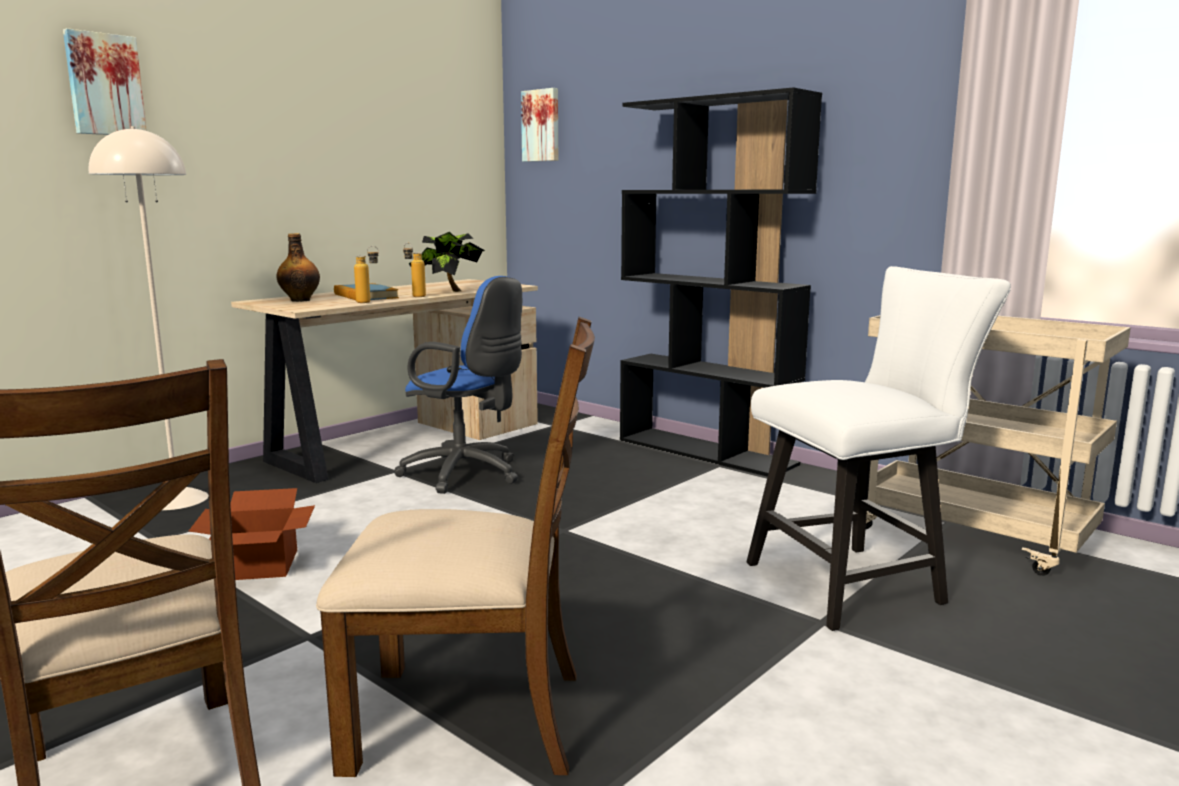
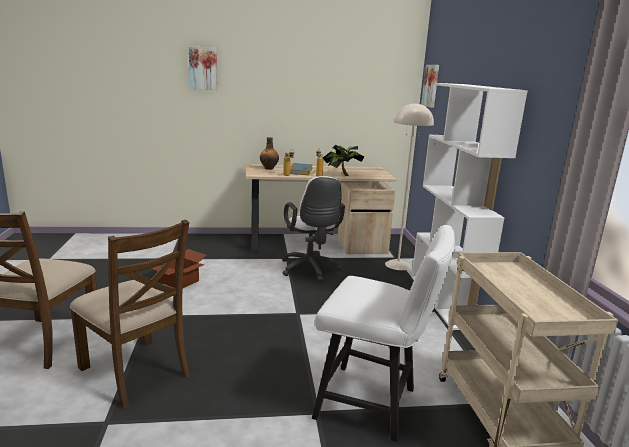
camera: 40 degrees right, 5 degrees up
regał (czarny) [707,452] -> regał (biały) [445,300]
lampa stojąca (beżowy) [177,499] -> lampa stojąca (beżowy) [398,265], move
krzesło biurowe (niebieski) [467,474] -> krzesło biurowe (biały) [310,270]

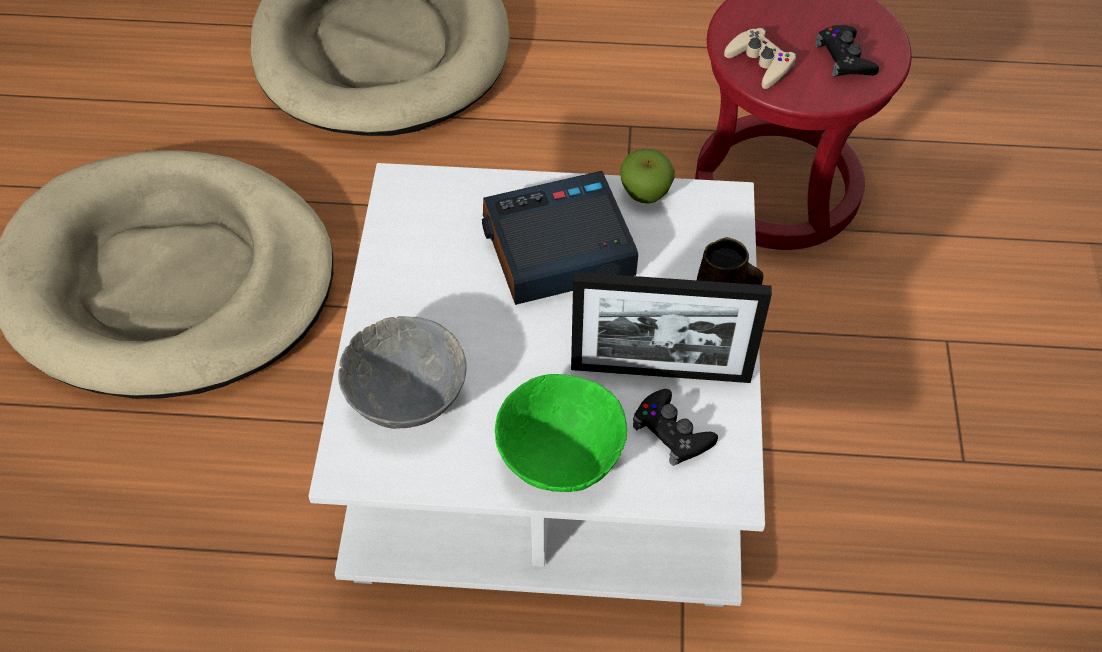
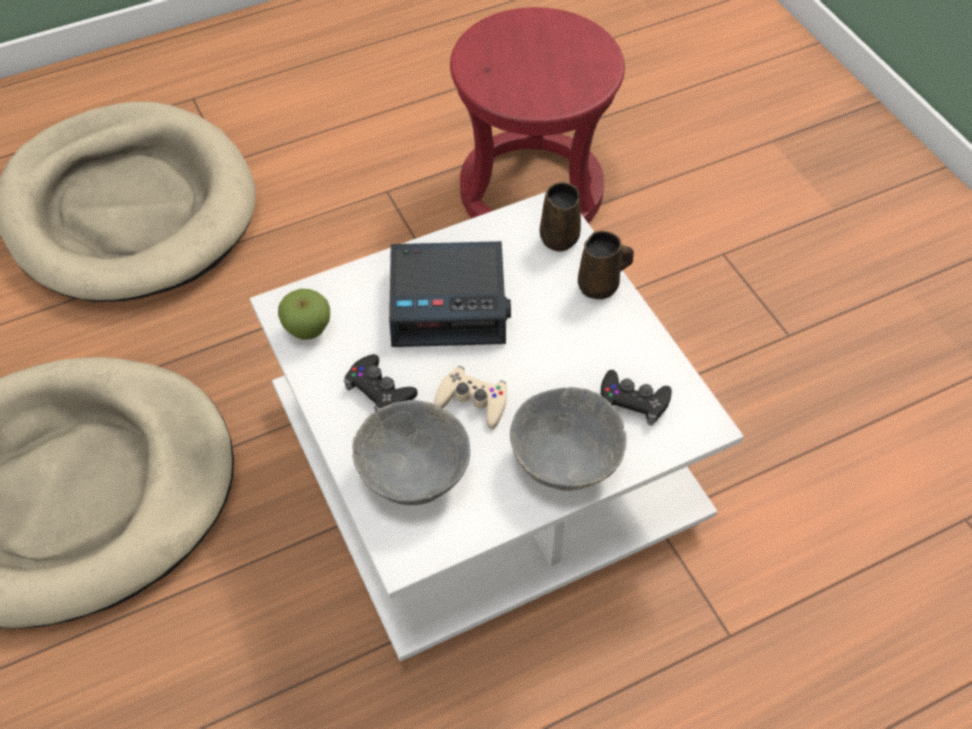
camera: 30 degrees left, 0 degrees up
pad do gier (czarny) [844,58] -> pad do gier (czarny) [379,390], move
pad do gier (beżowy) [760,63] -> pad do gier (beżowy) [472,401], move
jabłko [645,194] -> jabłko [308,330], move
budzik [557,250] -> budzik [449,303], 135 degrees counterclockwise
ramka na zdjęcie [660,372] -> none
miska (zielony) [559,458] -> miska (szary) [565,461]
none -> kubek (brązowy) [560,236]

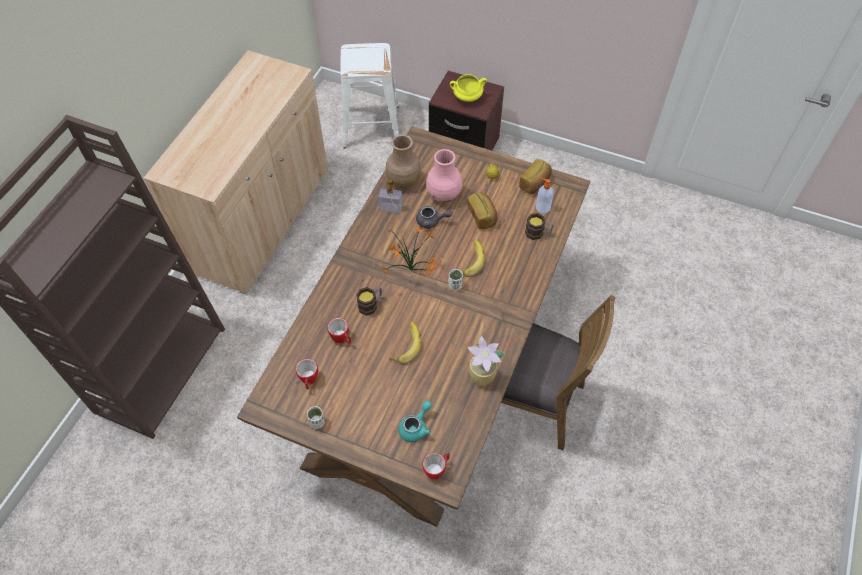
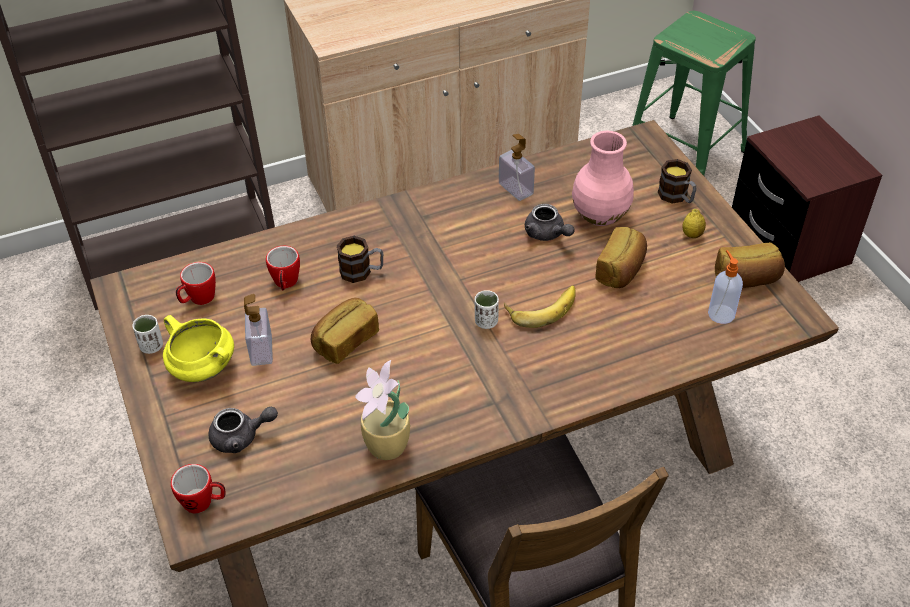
camera: 45 degrees right, 10 degrees down
stołek (biały) [371,125] -> stołek (zielony) [685,153]
garnek (żółty) [467,98] -> garnek (żółty) [201,368], move
wazon (brązowy) [403,180] -> none
kubek [538,233] -> kubek [677,197], move
roślina doniczkowa [412,271] -> none
banan [405,344] -> chleb [345,341]
imbryk (turkusowy) [416,427] -> imbryk (szary) [241,437]
none -> dozownik mydła [261,350]

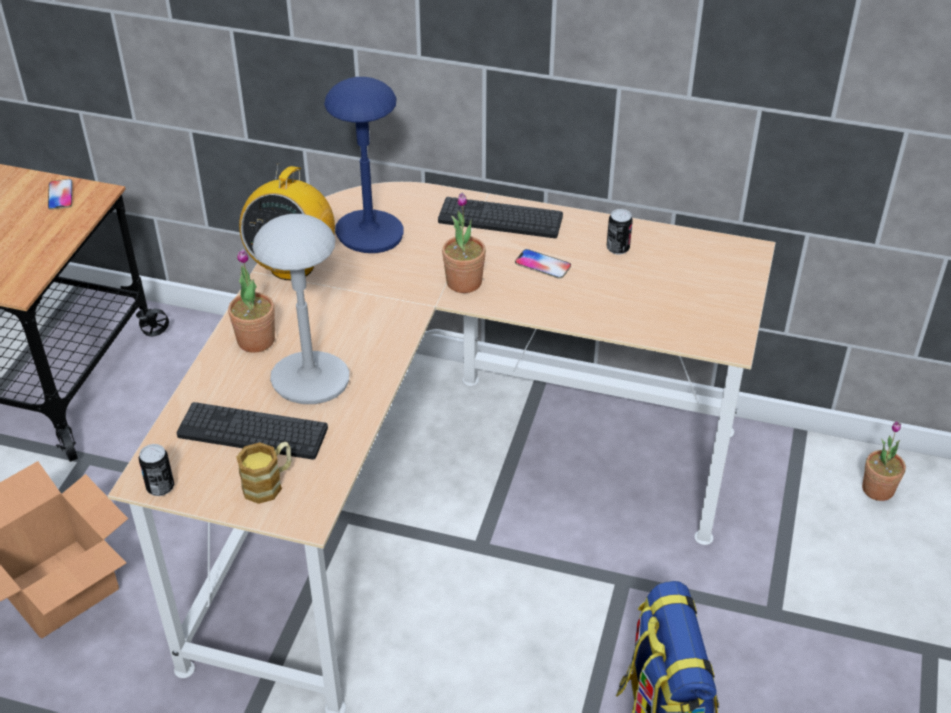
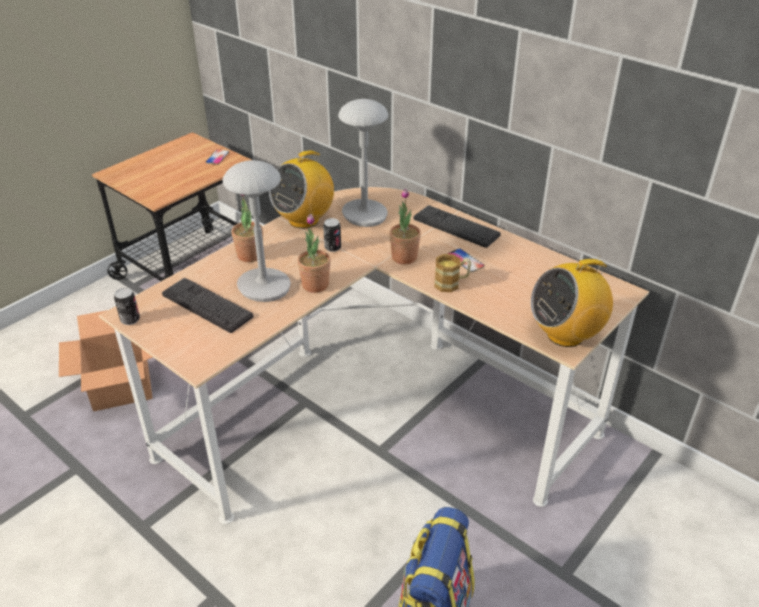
camera: 25 degrees right, 5 degrees down
lampa stołowa (niebieski) [370,234] -> lampa stołowa (szary) [365,215]
puszka [617,248] -> puszka [332,248], move
roślina doniczkowa [878,489] -> roślina doniczkowa [315,285], move
kubek [269,483] -> kubek [452,283], move
none -> radio [565,334]

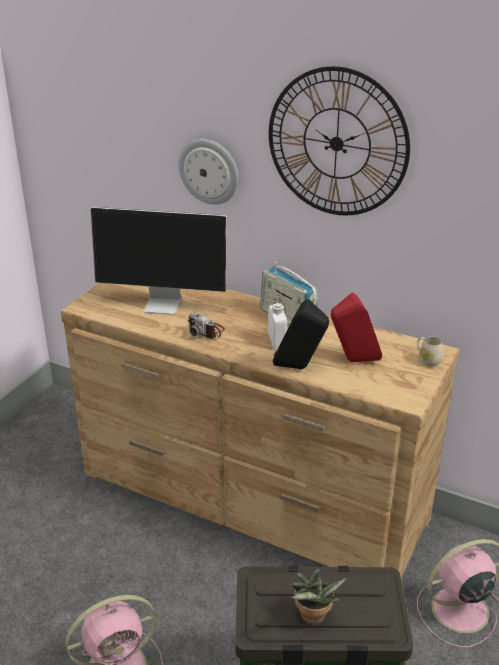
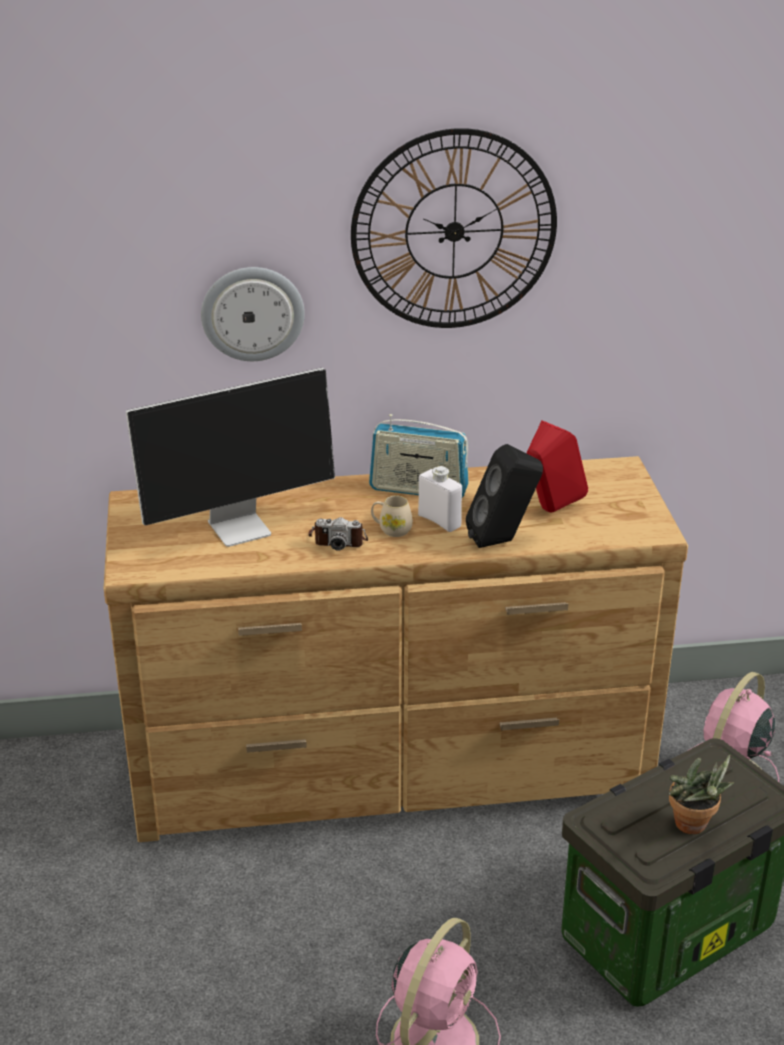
camera: 35 degrees left, 0 degrees up
kubek (beżowy) [427,360] -> kubek (beżowy) [391,529], move

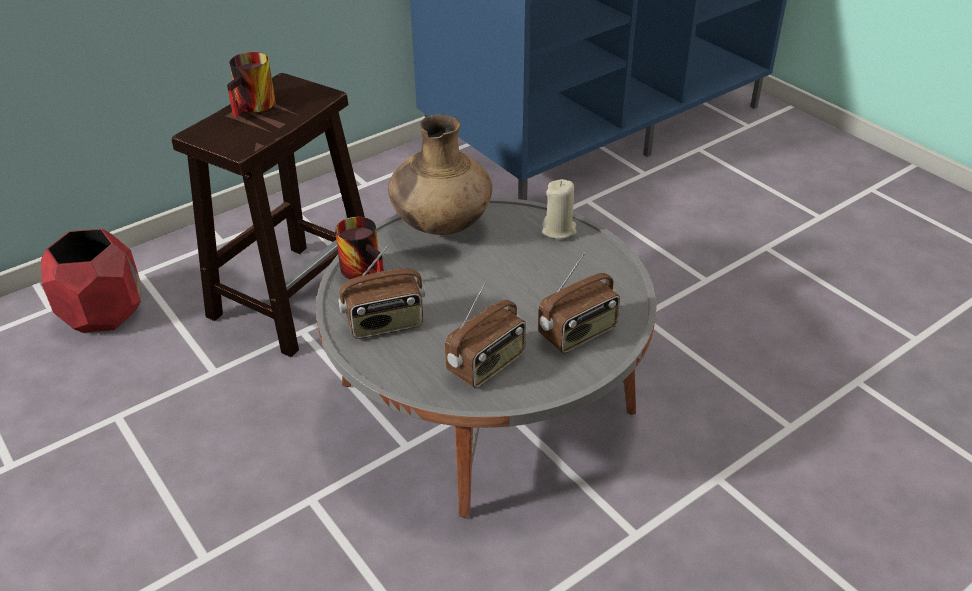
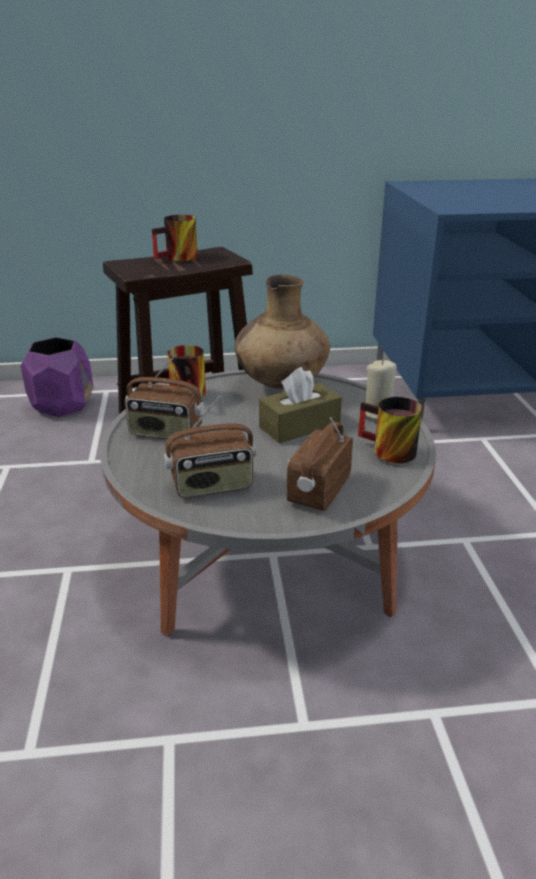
camera: 30 degrees right, 10 degrees down
donica (czerwony) [104,312] -> donica (fioletowy) [63,405]
radio [578,334] -> radio [318,491], 120 degrees clockwise
none -> pudełko chusteczek (brązowy) [299,426]
none -> kubek [386,451]

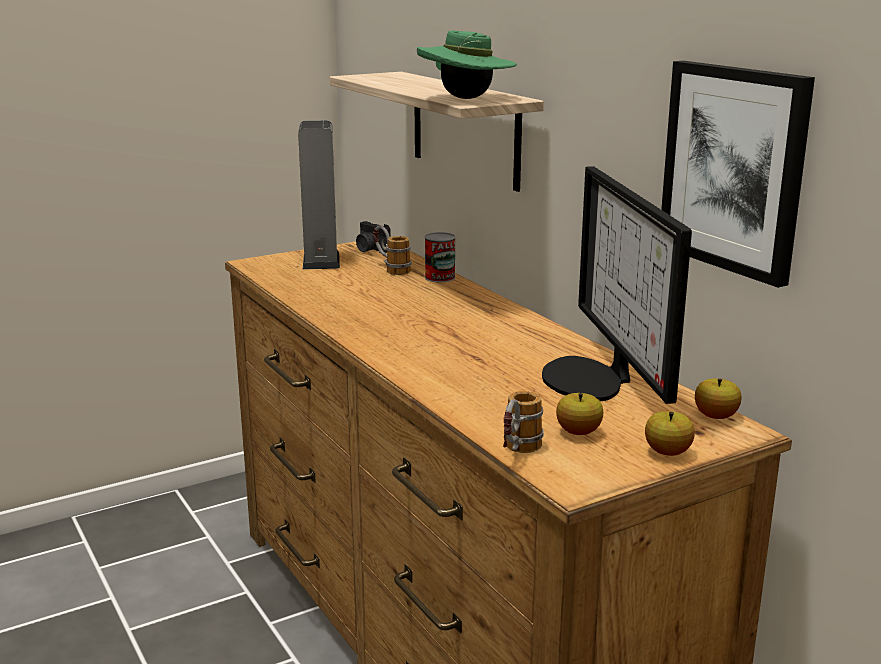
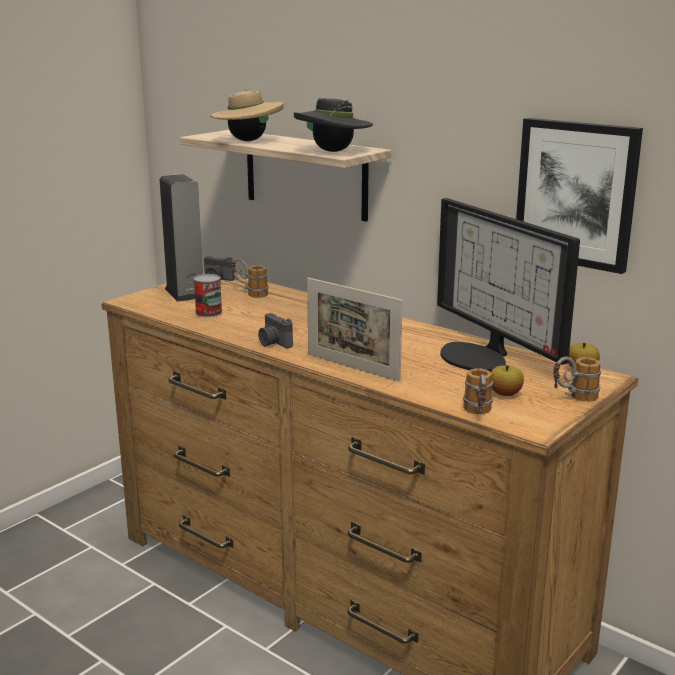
camera: 20 degrees left, 0 degrees up
kapelusz (zielony) [466,98] -> kapelusz (czarny) [333,151]
puszka [440,277] -> puszka [208,312], move
jabłko [667,452] -> kubek [573,398]
none -> kapelusz (beżowy) [247,140]
none -> ramka na zdjęcie [352,367]
none -> aparat fotograficzny [273,343]

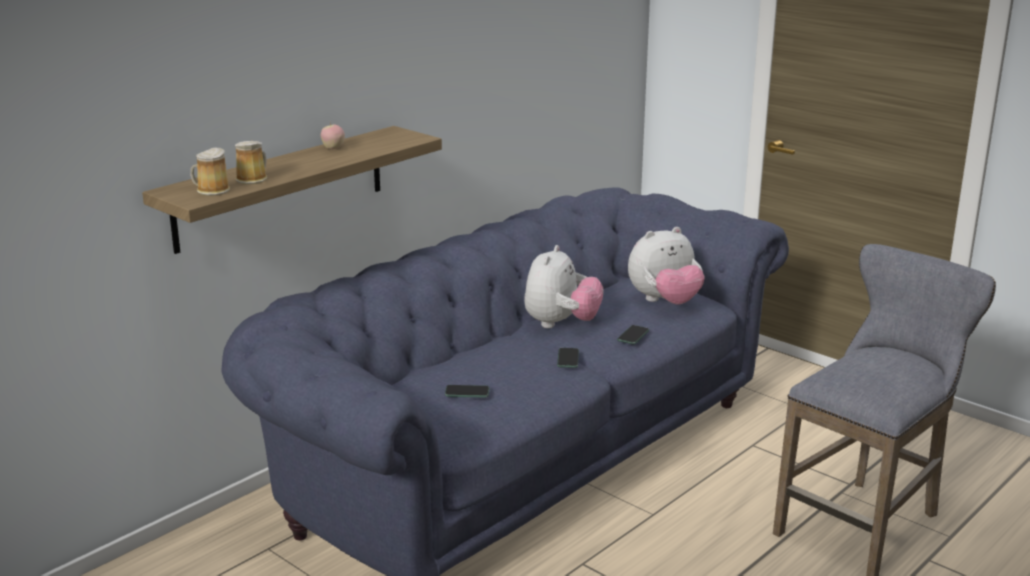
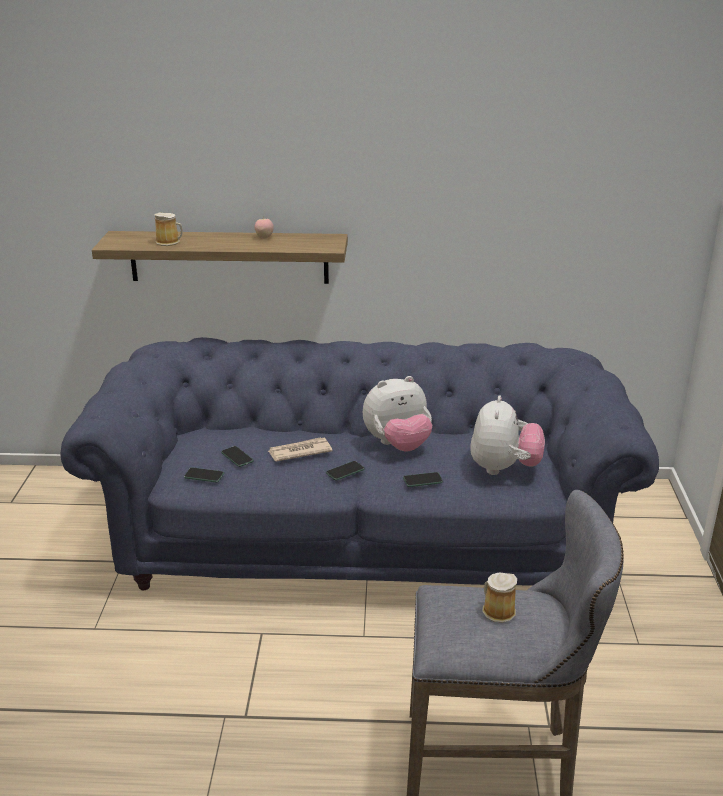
camera: 50 degrees right, 5 degrees up
kubek [211,191] -> kubek [497,610], move
pluszak [664,302] -> pluszak [503,468], 105 degrees counterclockwise
none -> gazeta [299,452]
none -> telefon [204,476]

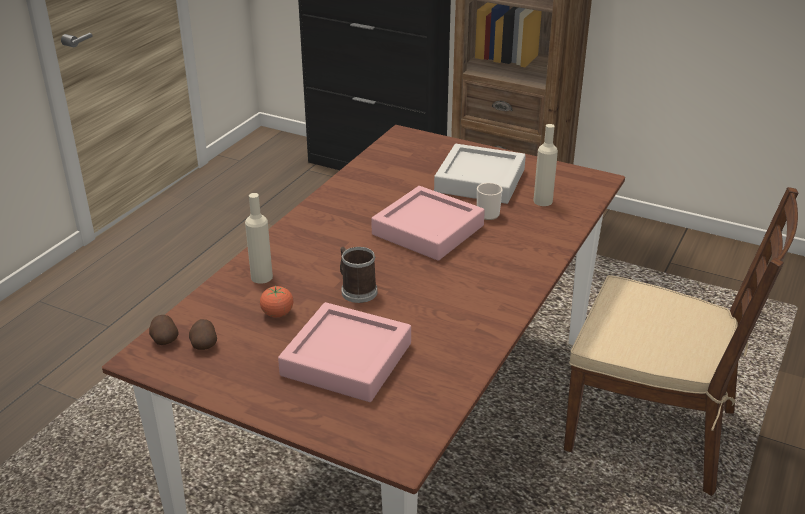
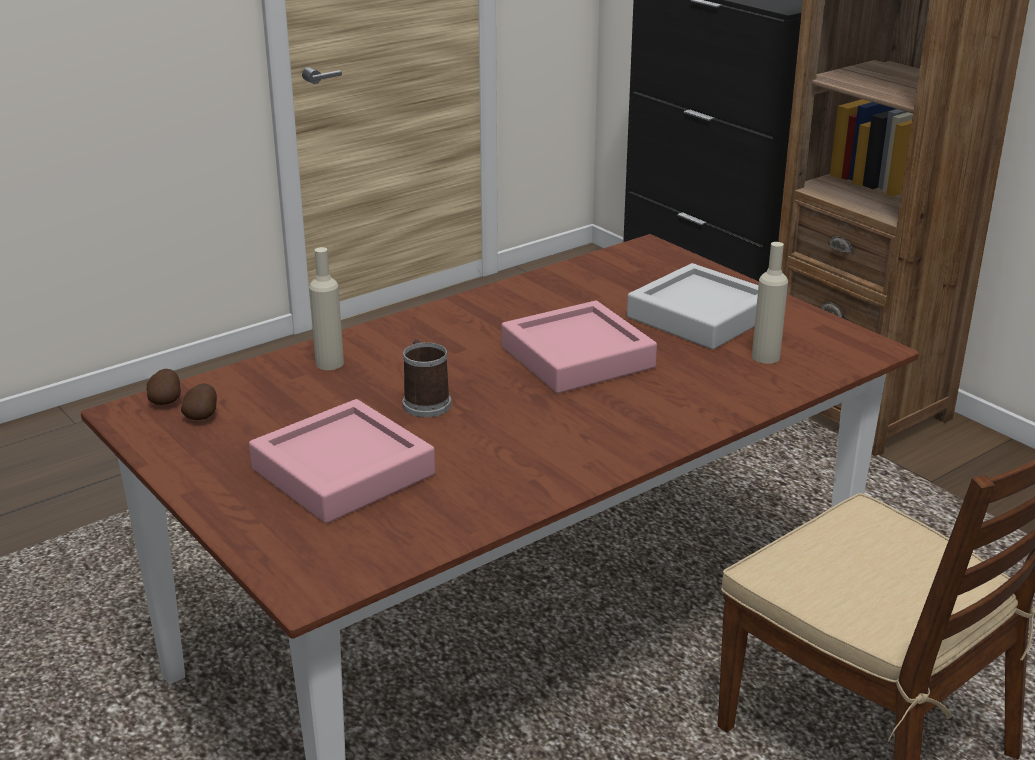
camera: 25 degrees right, 5 degrees down
kubek [486,213] -> none
pomidor [277,314] -> none

